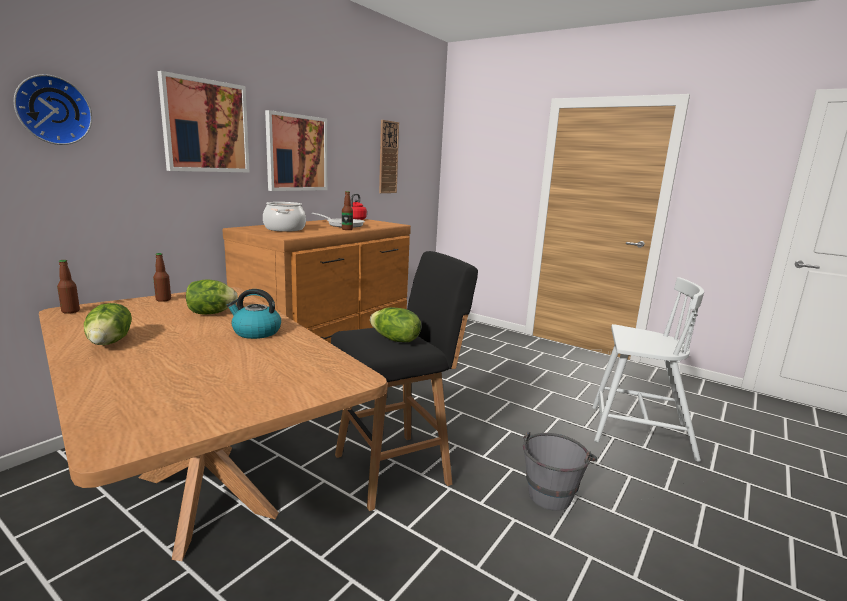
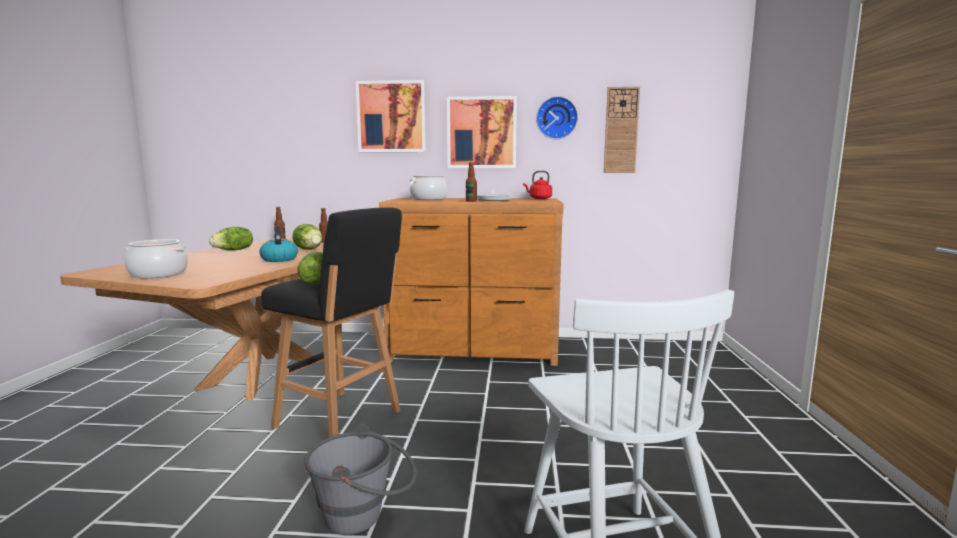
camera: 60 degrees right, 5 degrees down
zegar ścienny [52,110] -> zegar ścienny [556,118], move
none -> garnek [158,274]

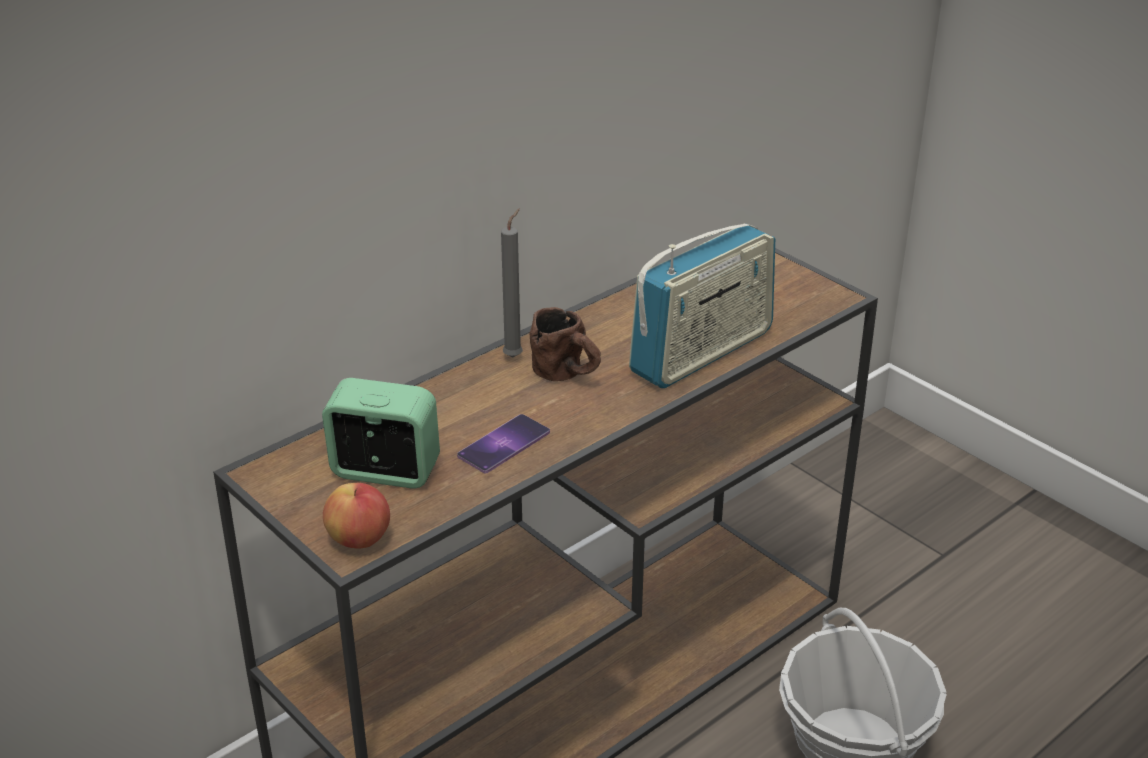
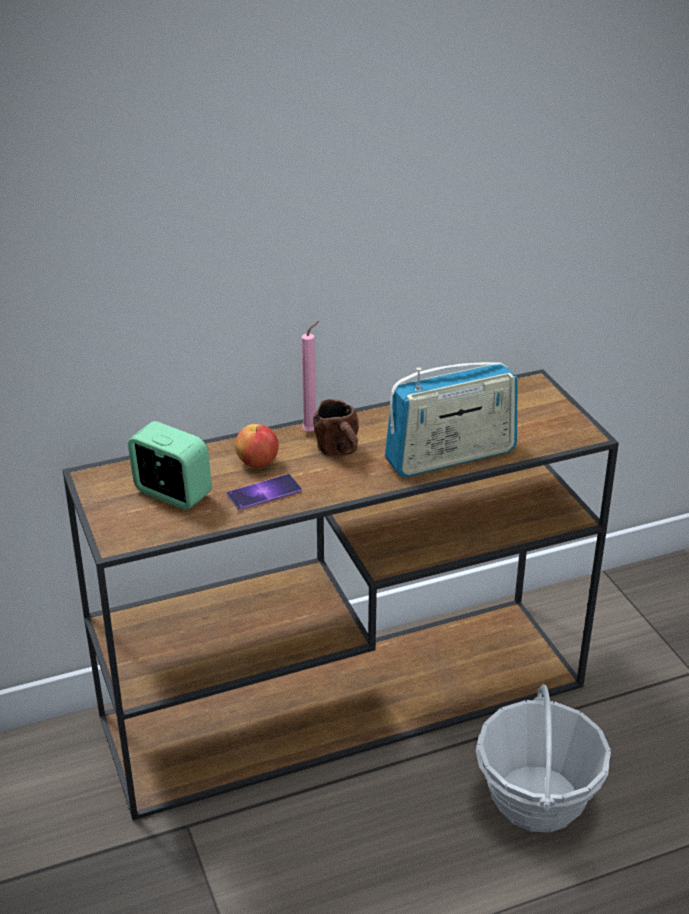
camera: 20 degrees right, 0 degrees up
świeca (szary) [515,356] -> świeca (różowy) [312,431]
jabłko [359,539] -> jabłko [257,463], move

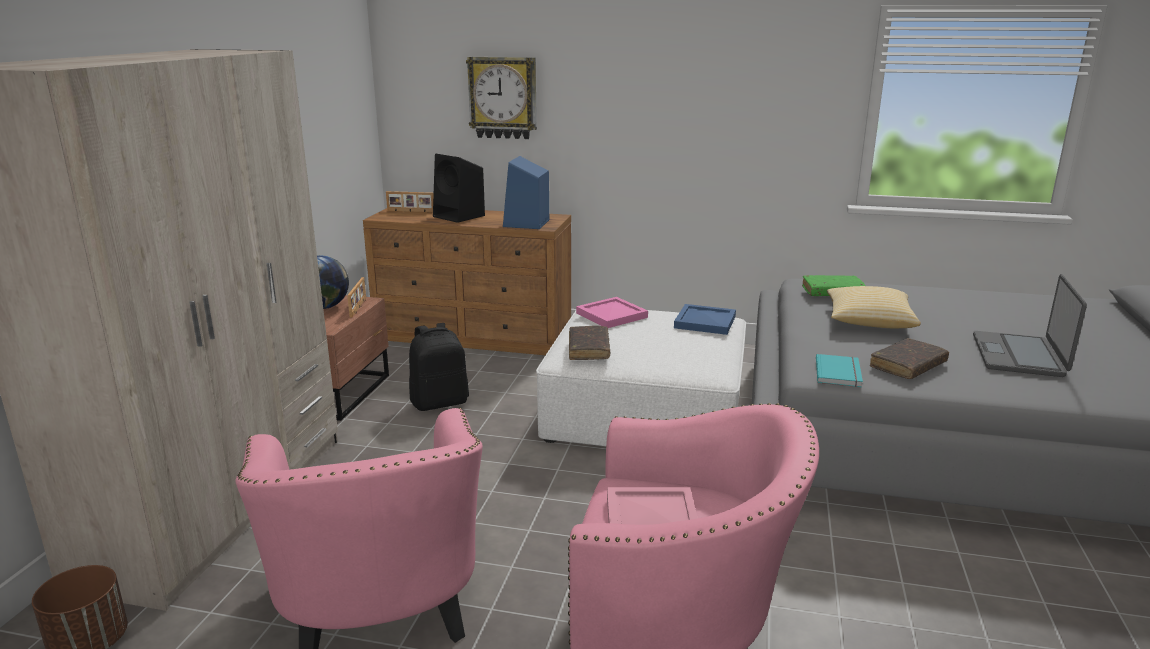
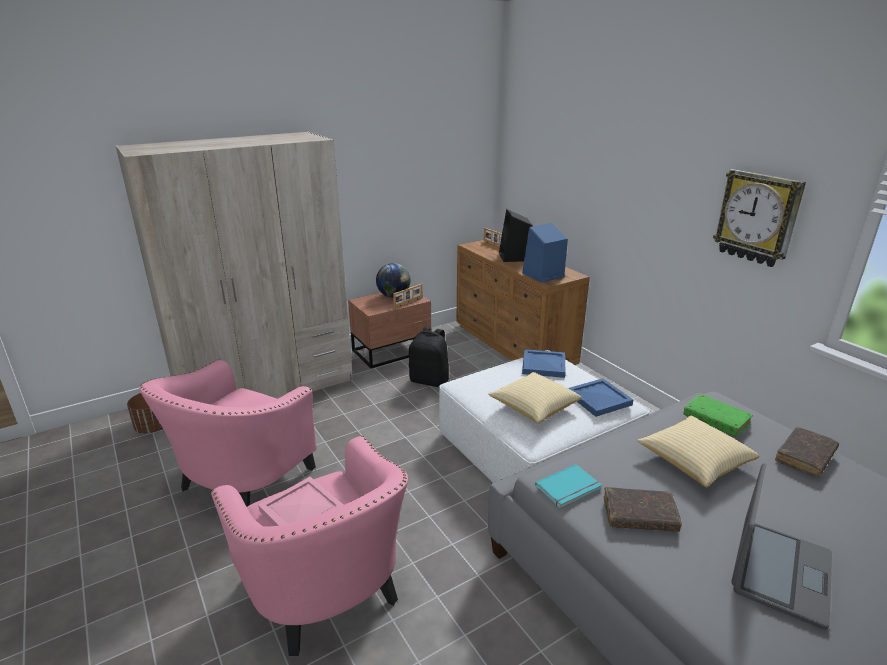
camera: 45 degrees right, 5 degrees up
zegar ścienny [503,98] -> zegar ścienny [757,218], move
laptop [1019,356] -> laptop [779,571], 150 degrees clockwise
taca (różowy) [613,315] -> taca (niebieski) [544,366]
książka (brązowy) [588,349] -> książka (brązowy) [805,457], move
none -> poduszka [534,407]

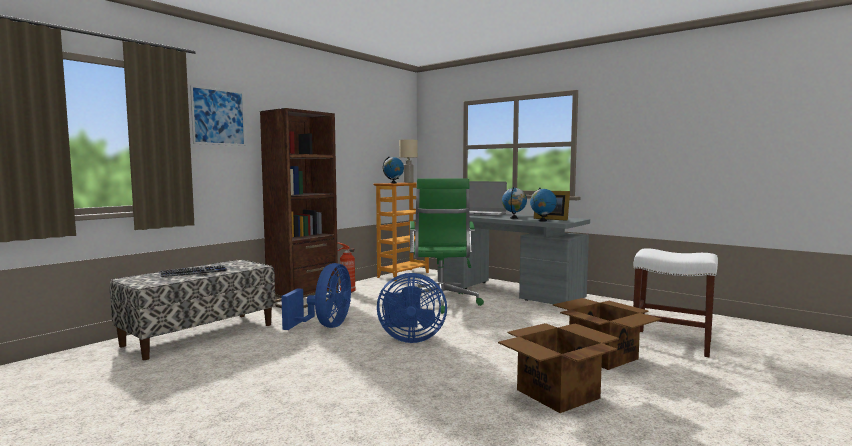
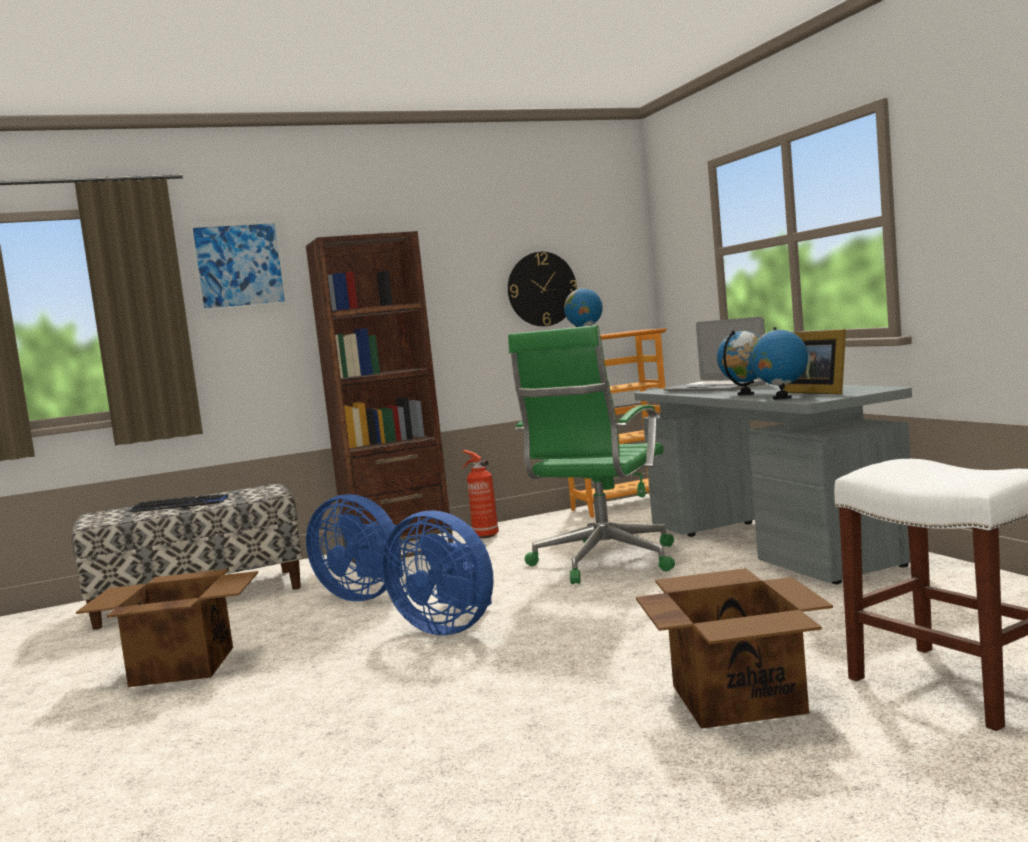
camera: 30 degrees right, 0 degrees up
lampa stołowa (beżowy) [408,182] -> none
wentylator (niebieski) [325,326] -> wentylator (niebieski) [365,595], 75 degrees clockwise
karton [556,394] -> karton [181,666], move
none -> zegar ścienny [542,289]

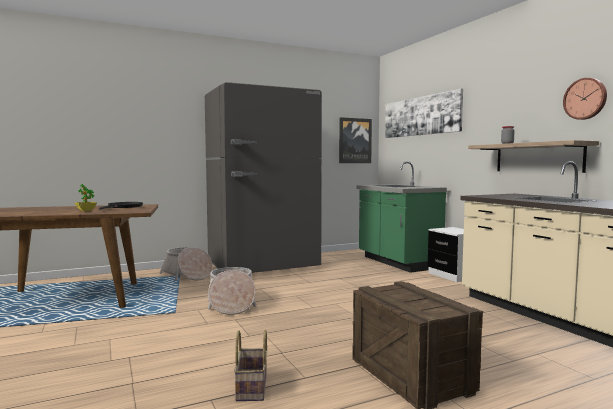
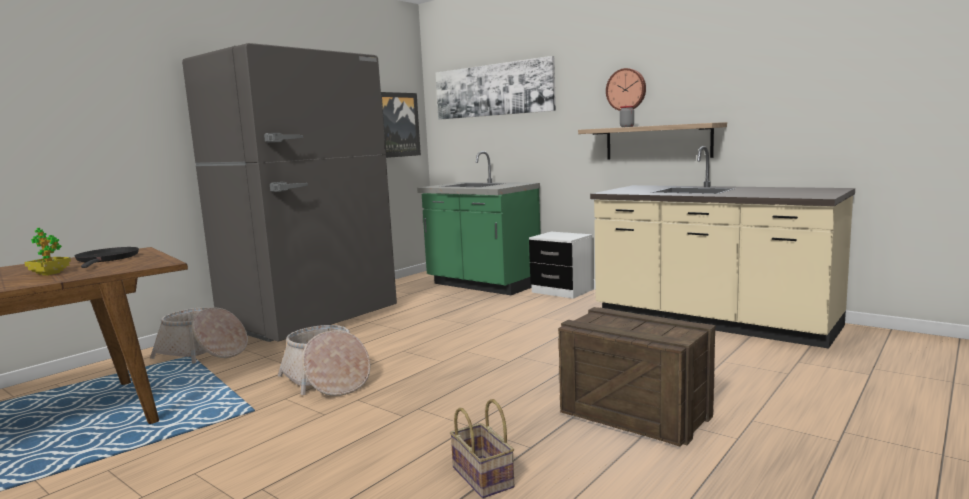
camera: 25 degrees left, 5 degrees up
zegar ścienny [585,99] -> zegar ścienny [626,89], move

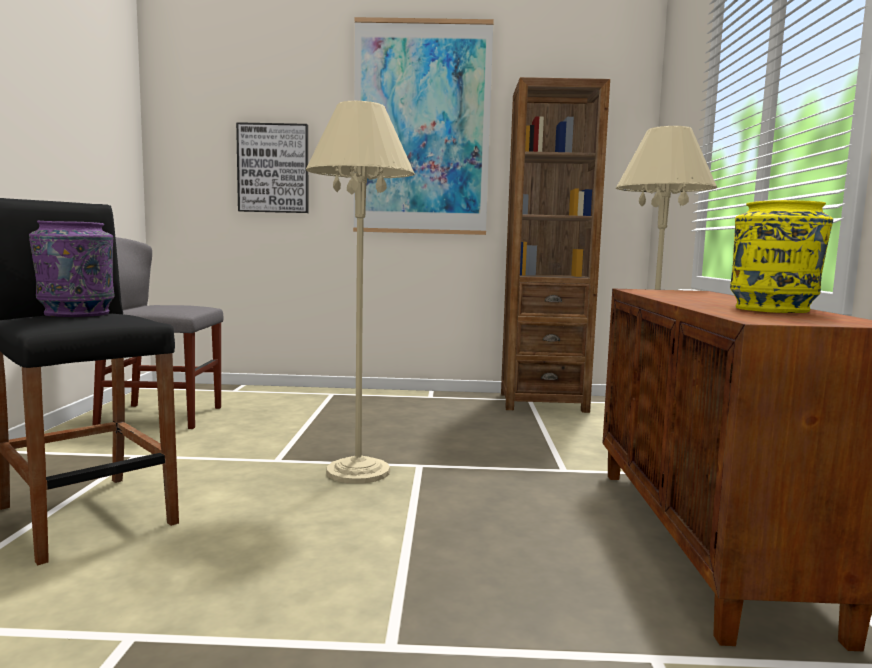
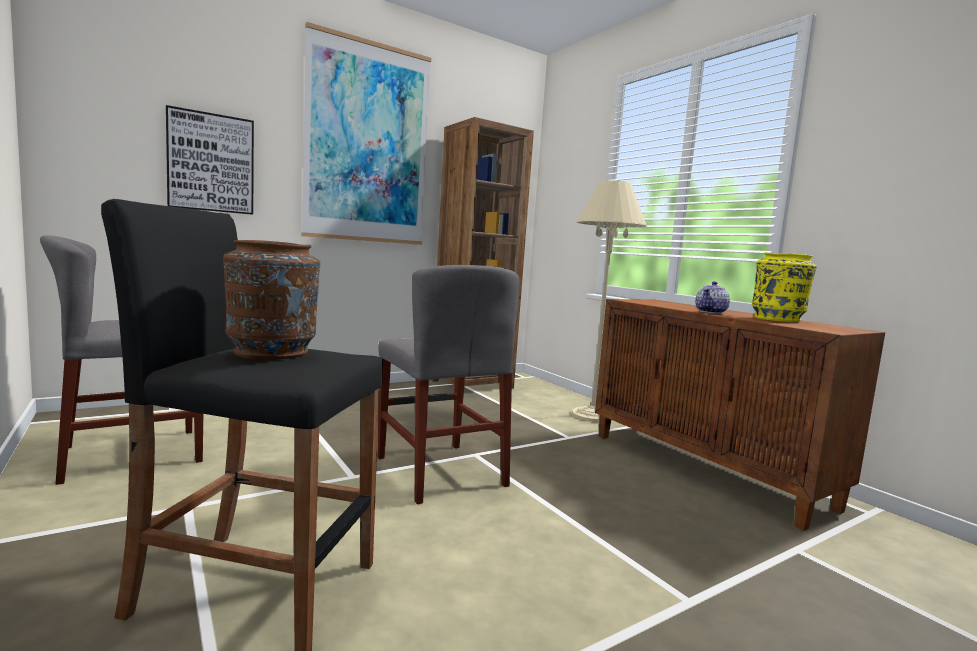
camera: 35 degrees left, 0 degrees up
lampa stojąca (beżowy) [358,471] -> krzesło (szary) [439,471]
wazon (fioletowy) [76,314] -> wazon (brązowy) [272,353]
none -> imbryk [711,312]

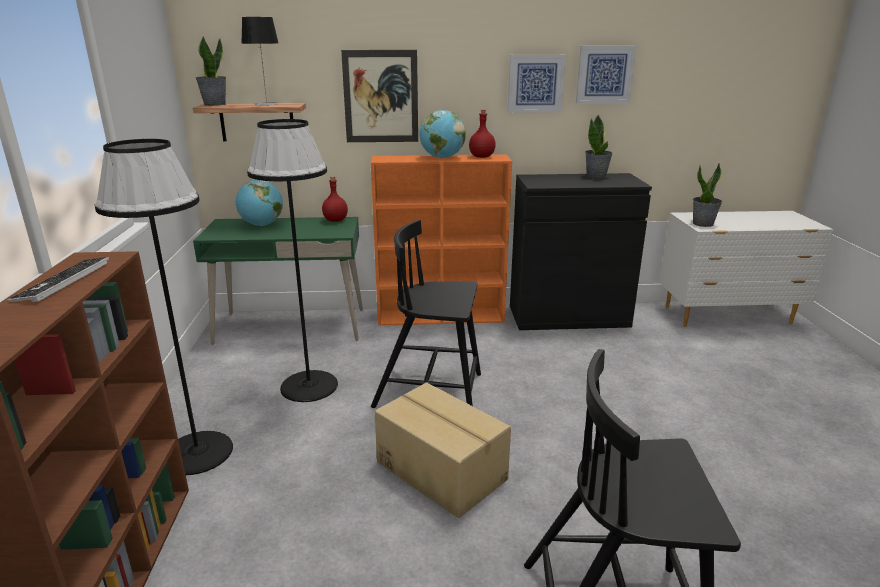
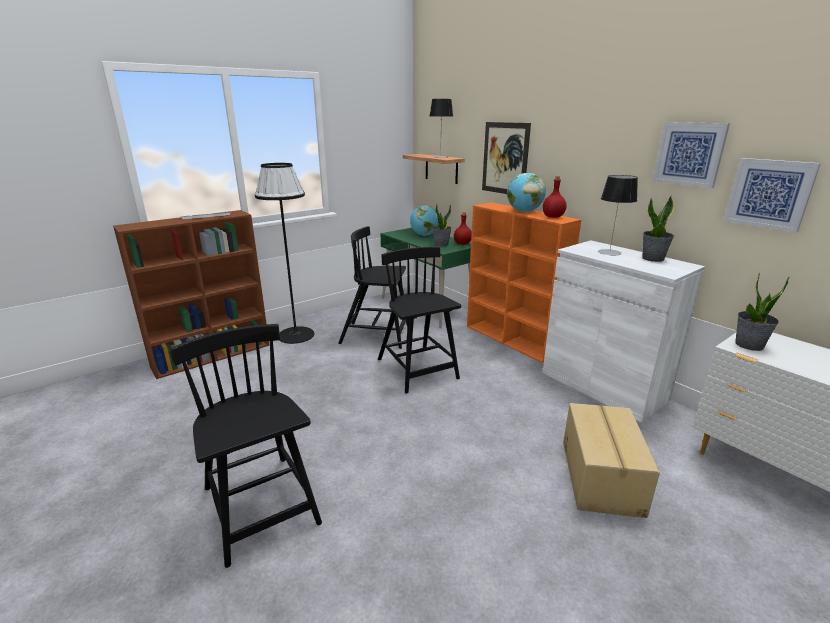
camera: 55 degrees right, 0 degrees up
roślina doniczkowa [214,104] -> roślina doniczkowa [441,244], move
obraz [535,83] -> obraz [769,194], move
lampa stojąca (czarny) [308,386] -> krzesło (czarny) [377,335]
szafka (czarny) [568,316] -> szafka (biały) [602,386]
karton [442,469] -> karton [602,476], move
none -> lampa stołowa [609,252]

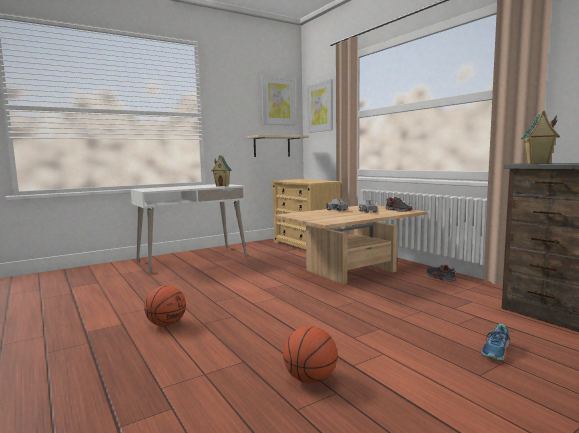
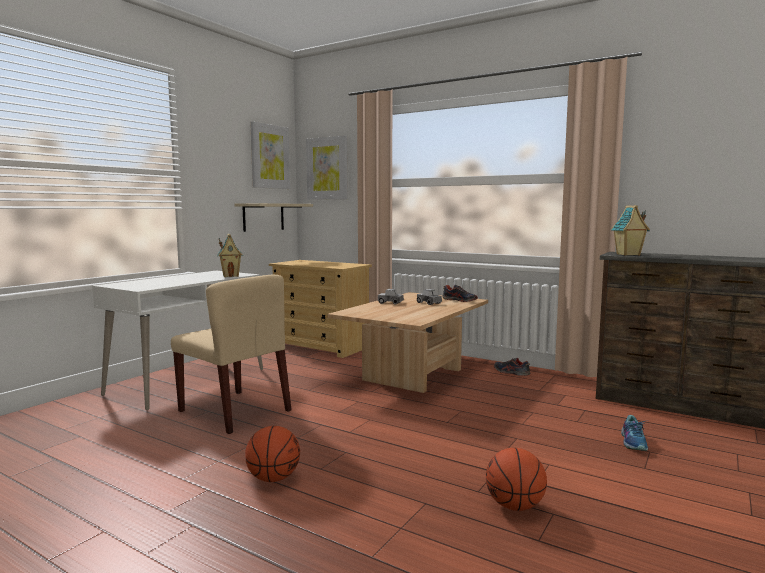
camera: 25 degrees left, 0 degrees up
none -> krzesło (beżowy) [235,411]

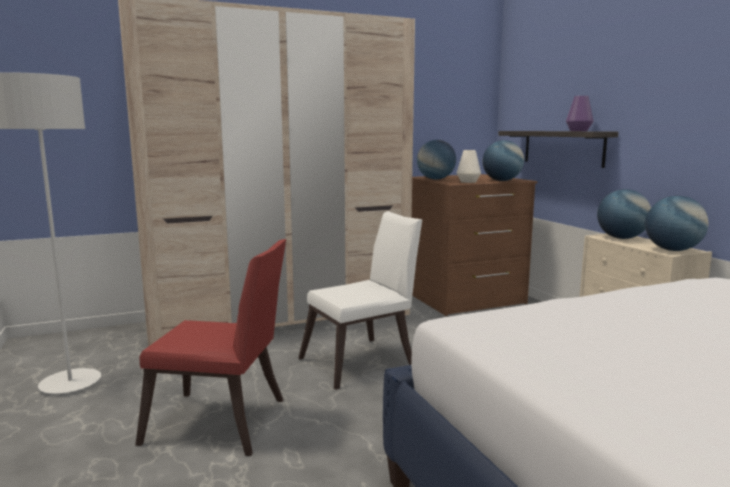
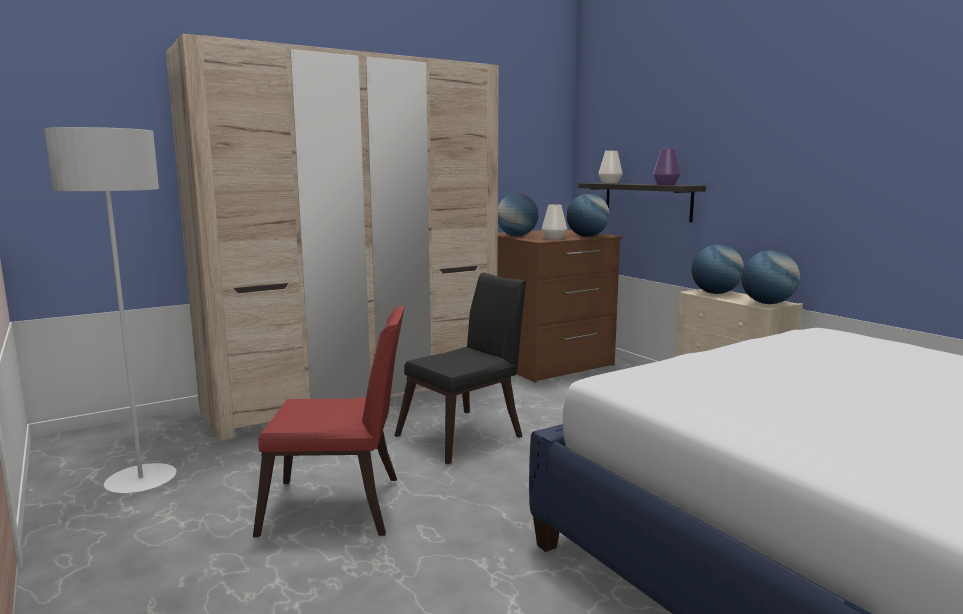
camera: 10 degrees left, 0 degrees up
krzesło (biały) [363,362] -> krzesło (czarny) [466,435]
none -> wazon (biały) [609,183]

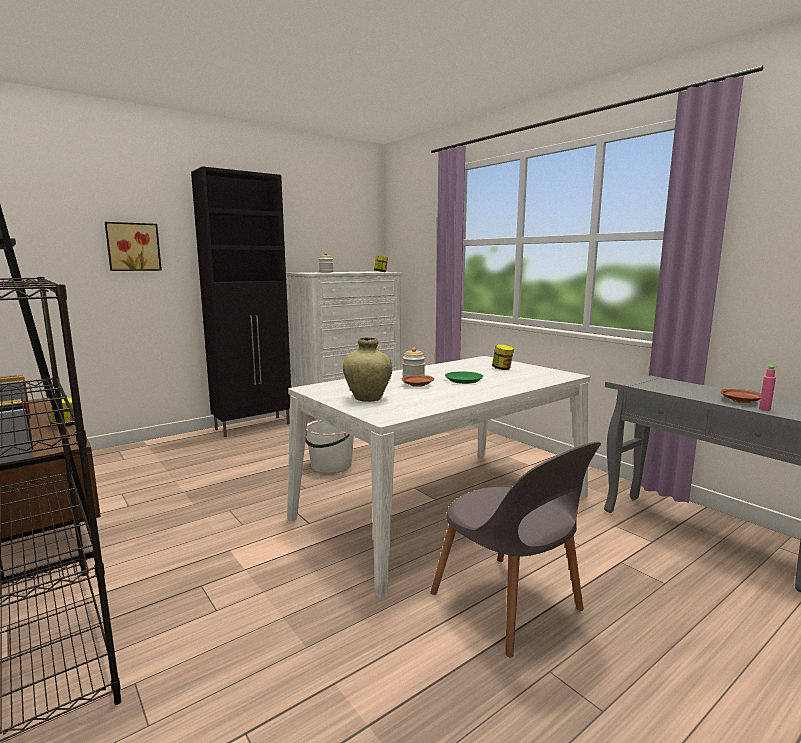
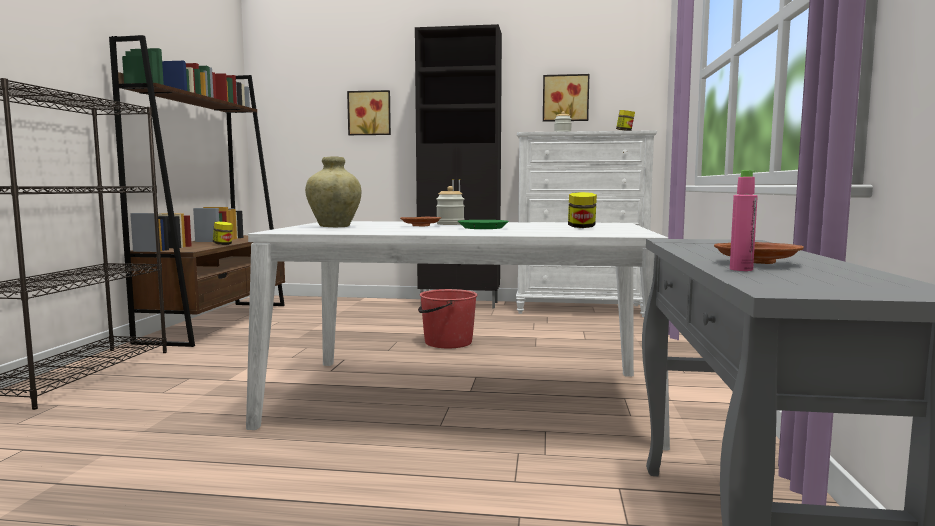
camera: 45 degrees right, 5 degrees down
wiadro (biały) [331,466] -> wiadro (czerwony) [447,342]
krzesło (szary) [509,605] -> none
none -> obraz [565,98]

